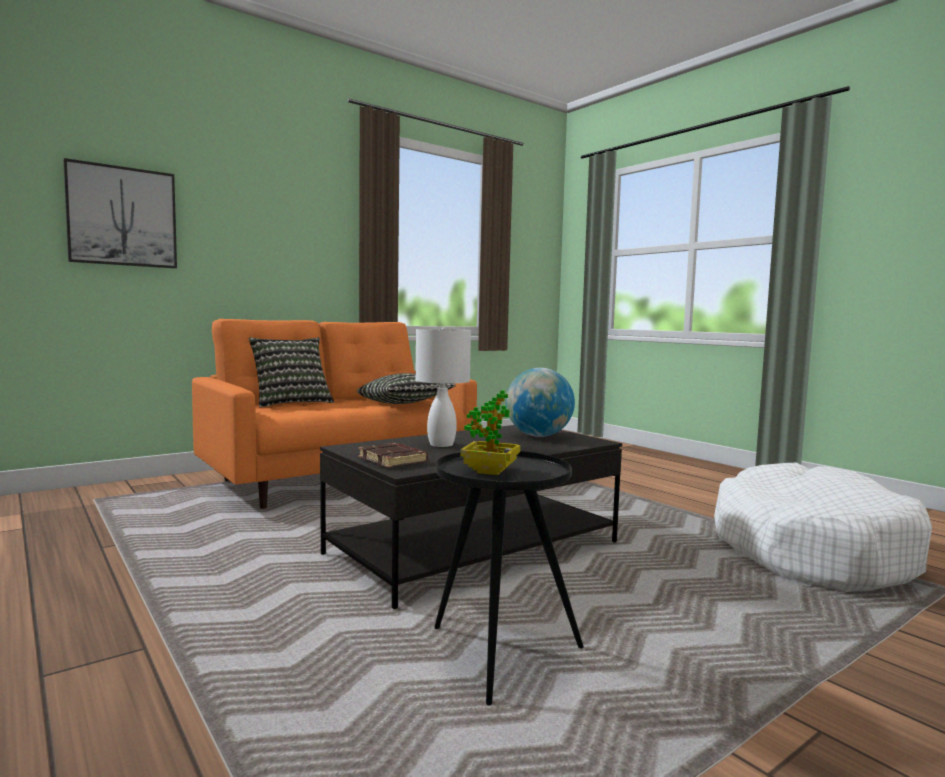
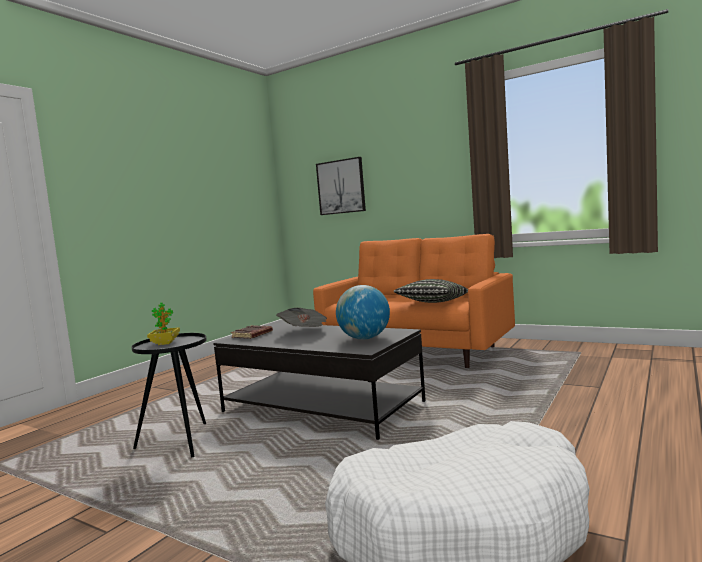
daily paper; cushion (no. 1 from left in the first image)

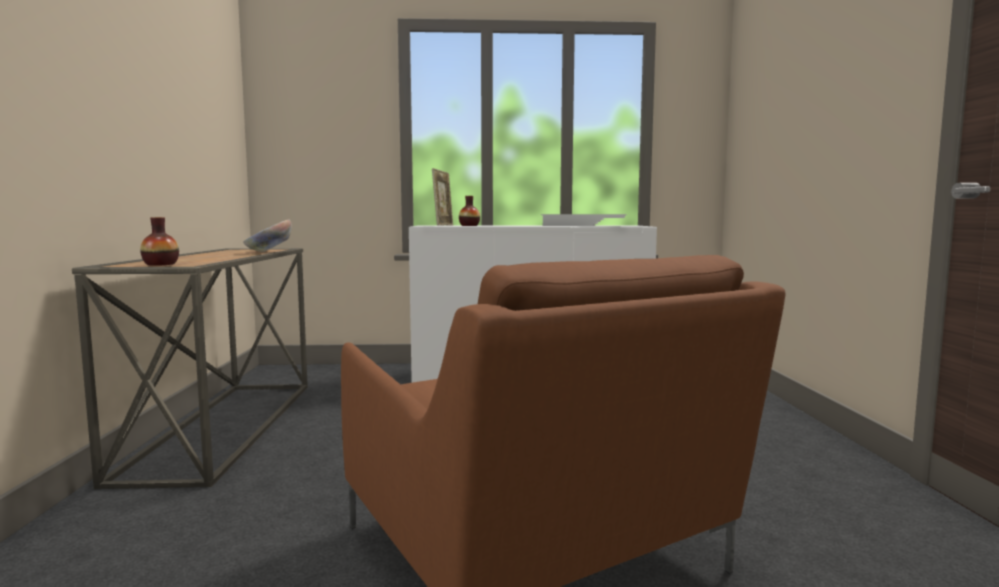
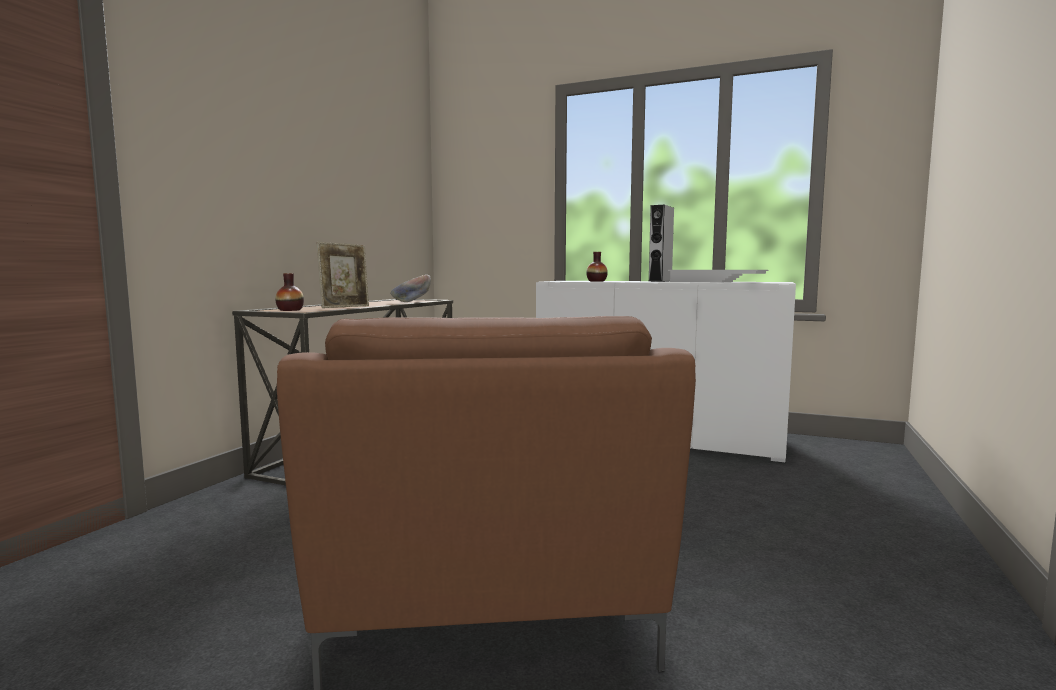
standing frame; loudspeaker (greyish)

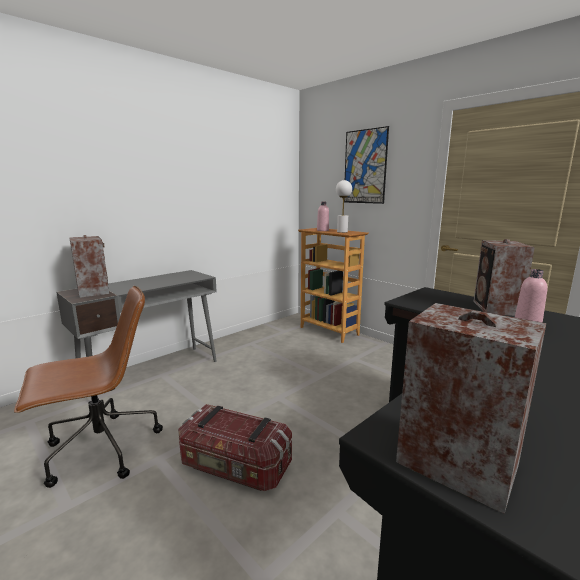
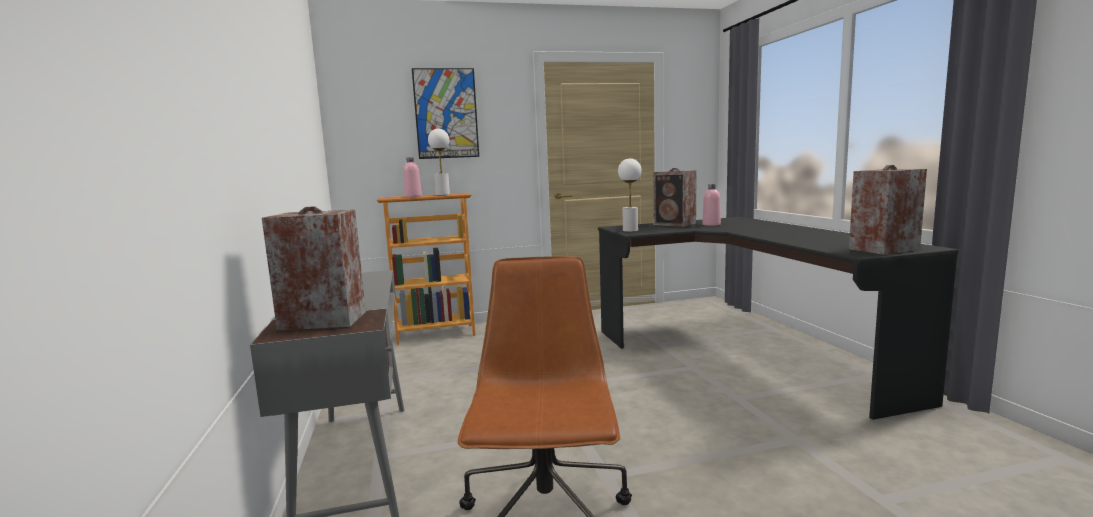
tabletop lamp (white) (no. 2 from left); storage container

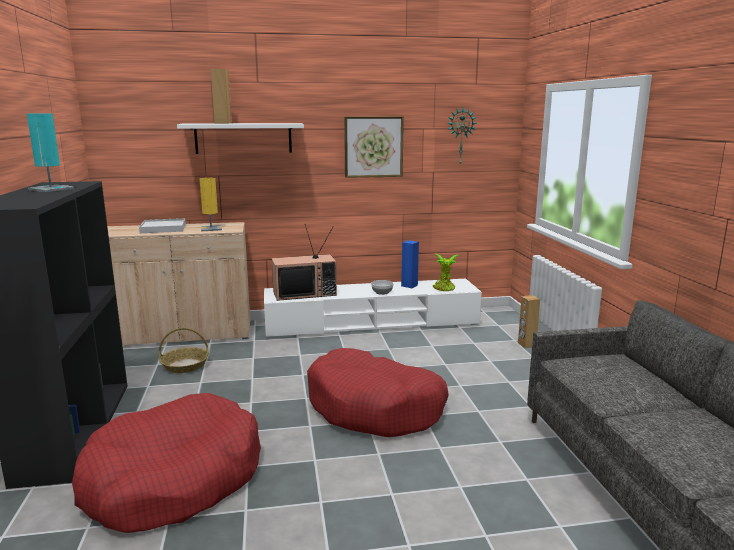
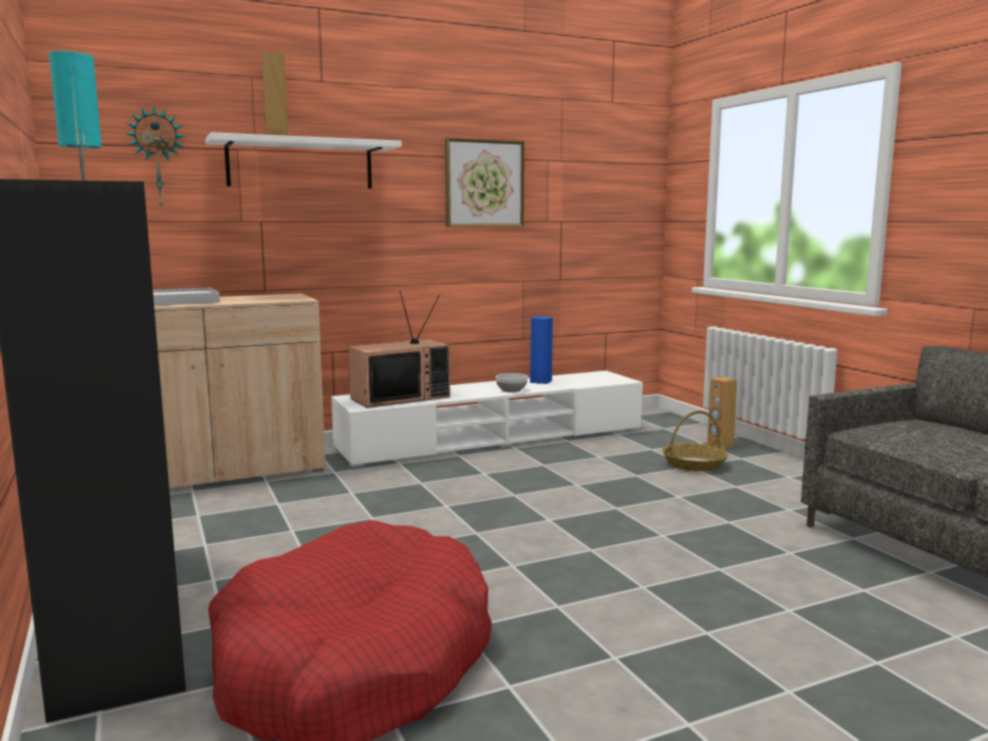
wall clock; basket; tabletop lamp (yellow-coloured); dog bed (red) (no. 2 from left in the first image); houseplant

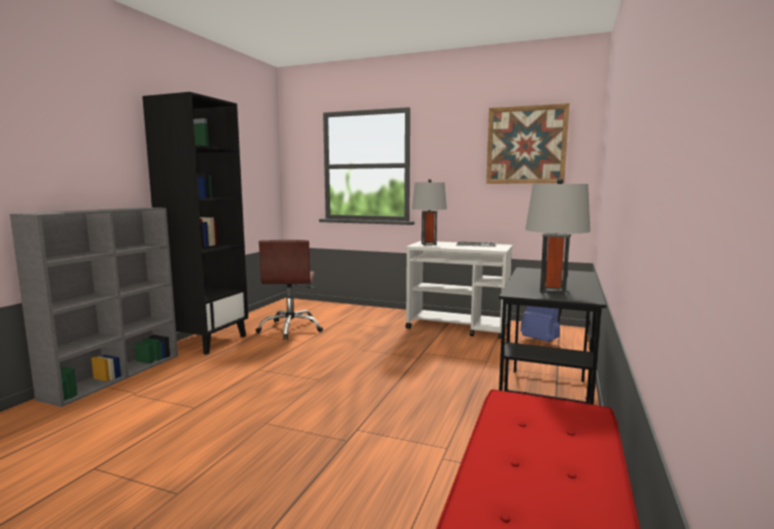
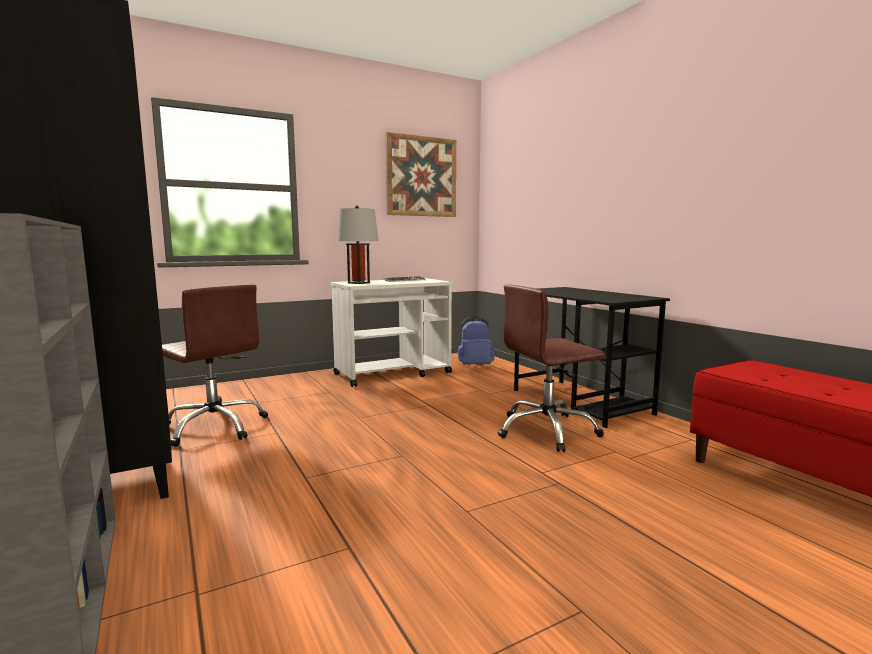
desk chair (brownish) (no. 2 from left); tabletop lamp (greyish) (no. 2 from left in the first image)

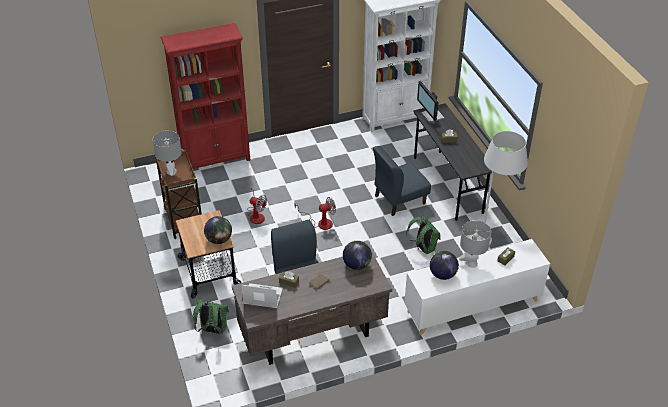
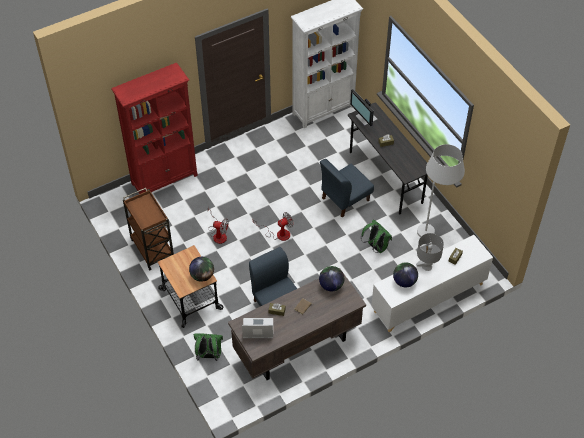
tabletop lamp (greyish) (no. 1 from left in the first image)

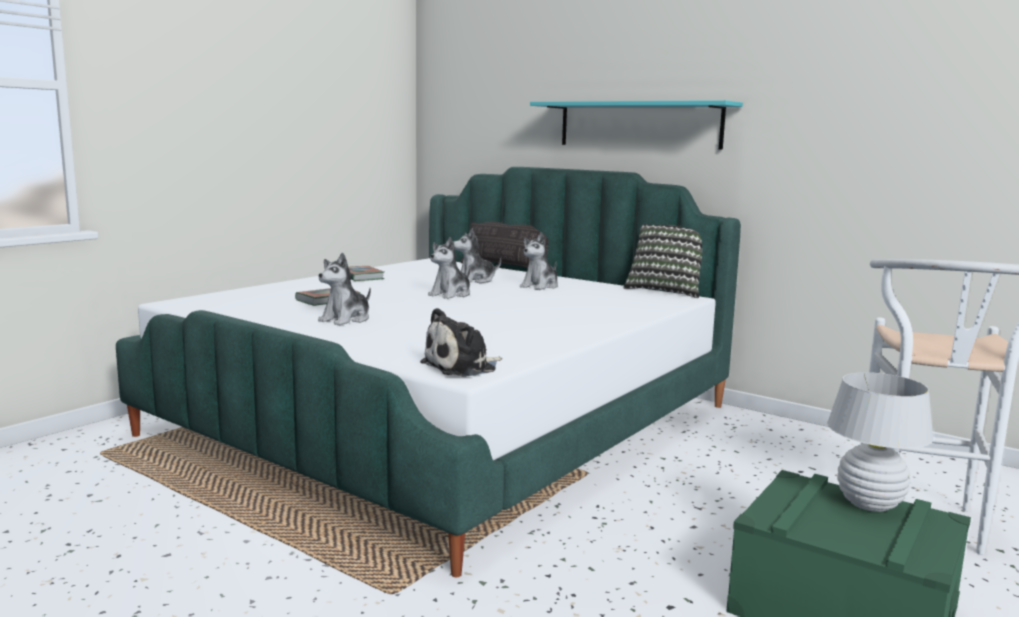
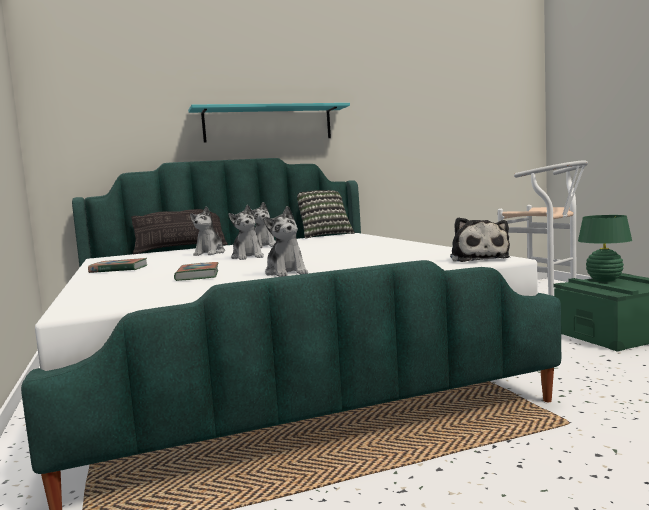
tabletop lamp (green)

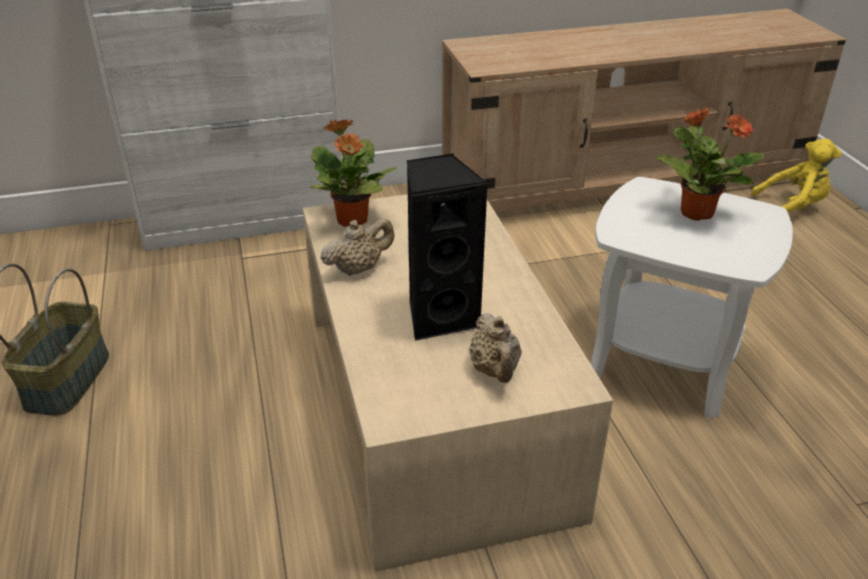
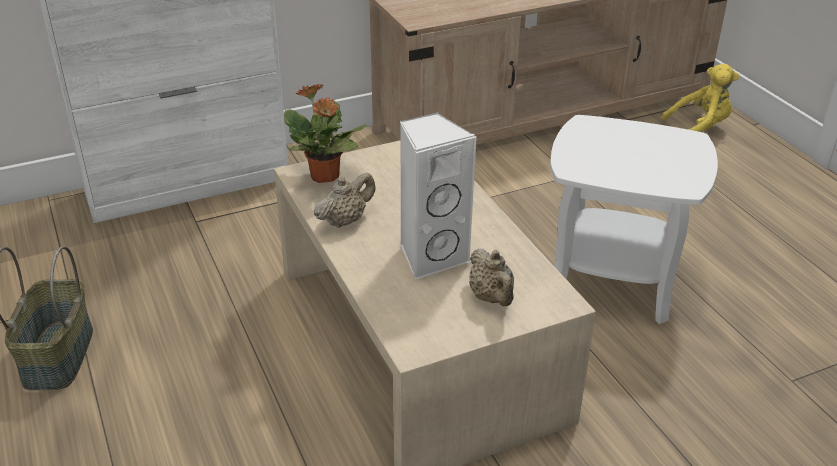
loudspeaker (white); houseplant (no. 2 from left in the first image)

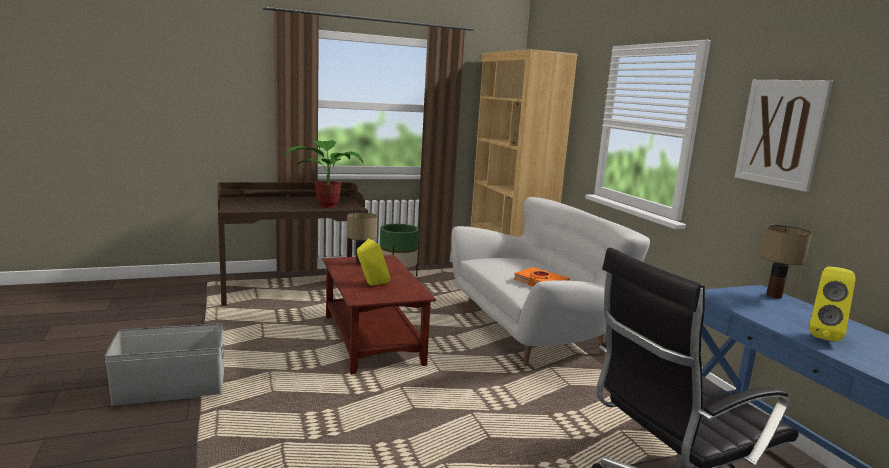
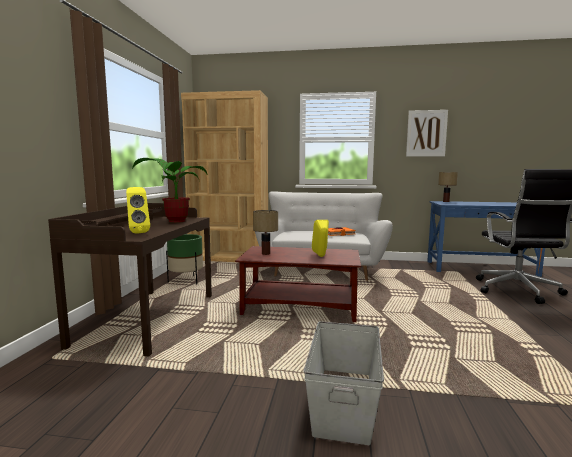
loudspeaker (yellow-coloured) (no. 1 from left)

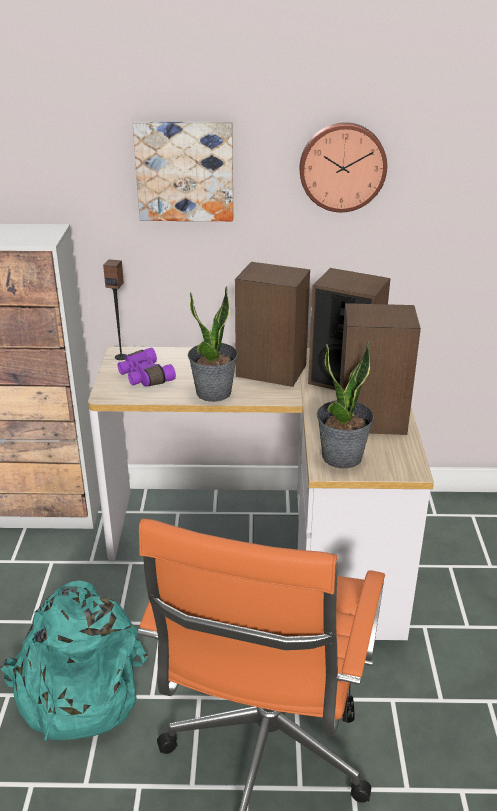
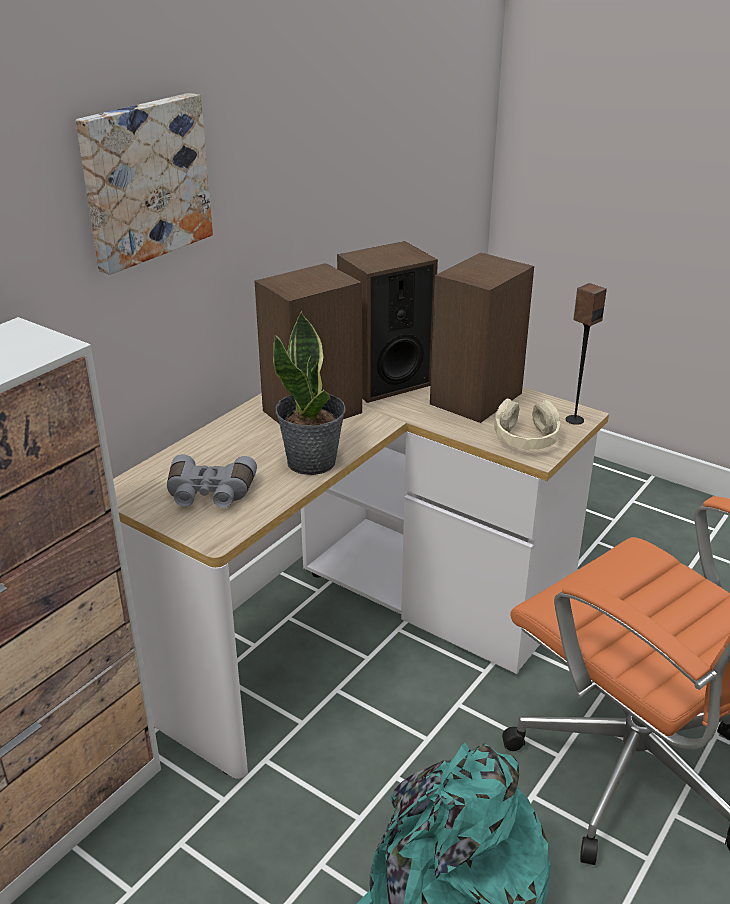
pair of binoculars (greyish); pair of headphones (sand-coloured); loudspeaker (no. 4 from left); wall clock

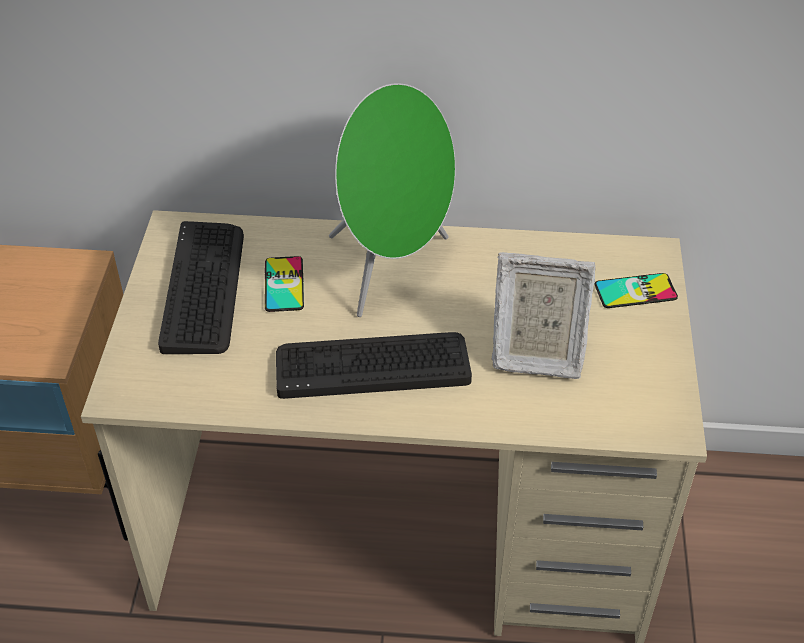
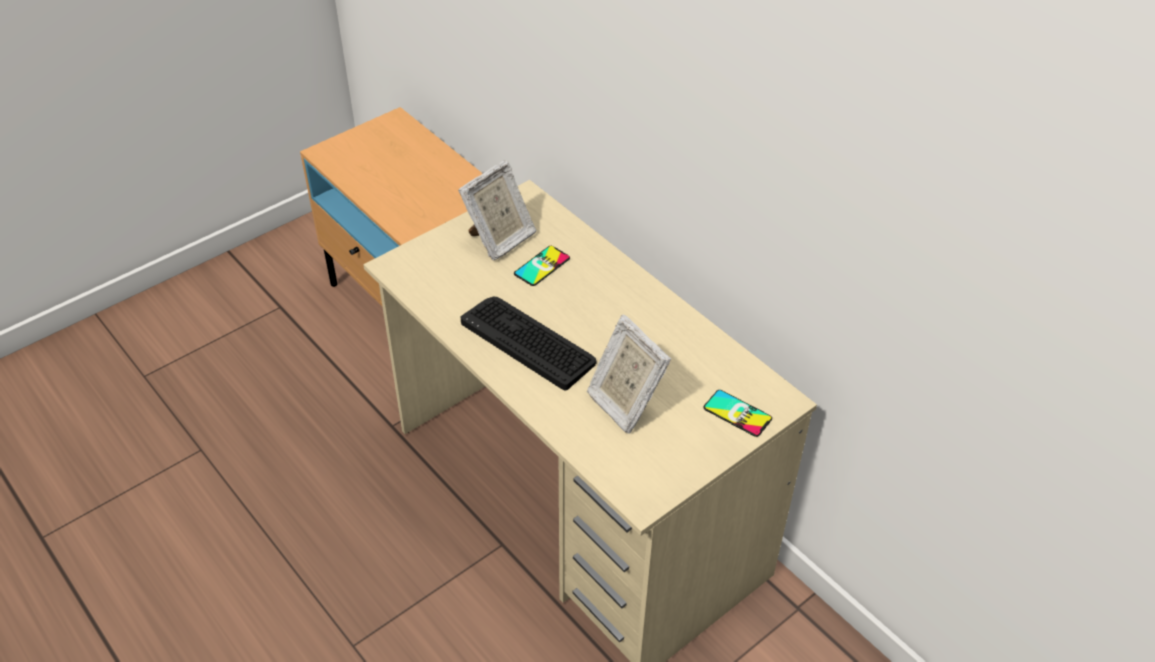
standing frame (no. 1 from left); loudspeaker (green)

